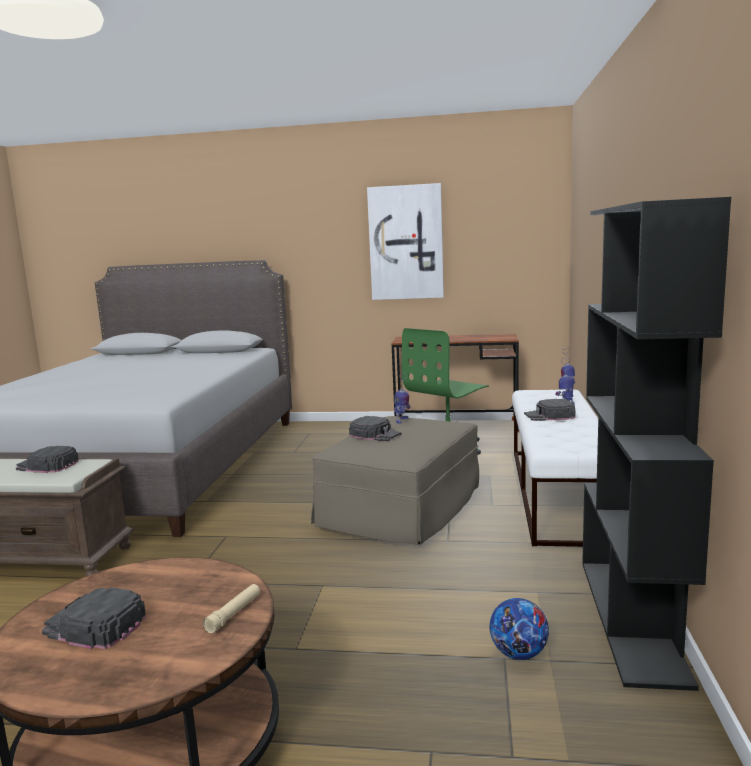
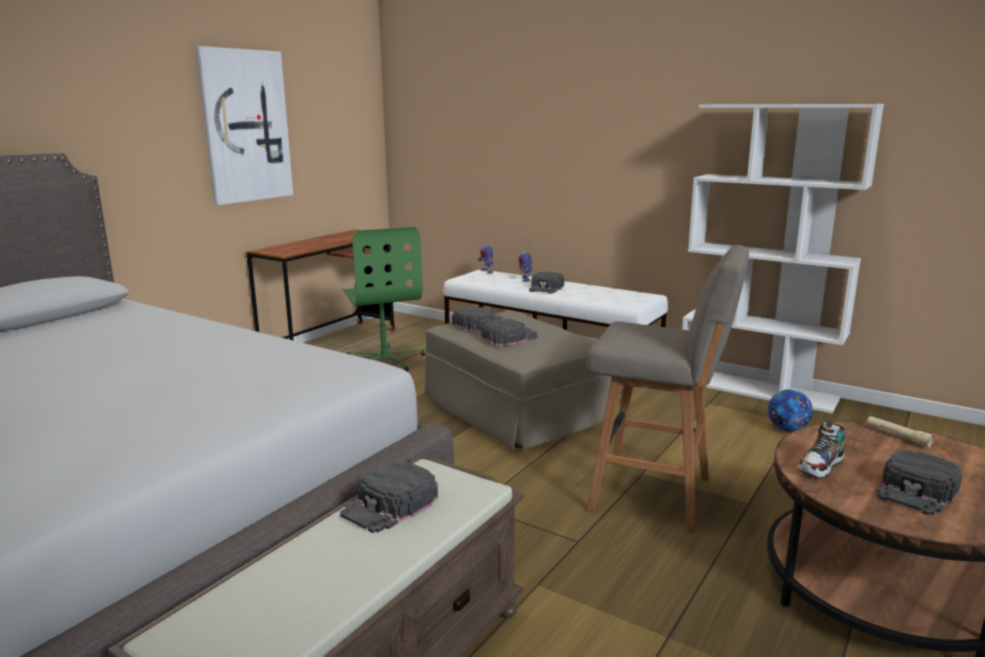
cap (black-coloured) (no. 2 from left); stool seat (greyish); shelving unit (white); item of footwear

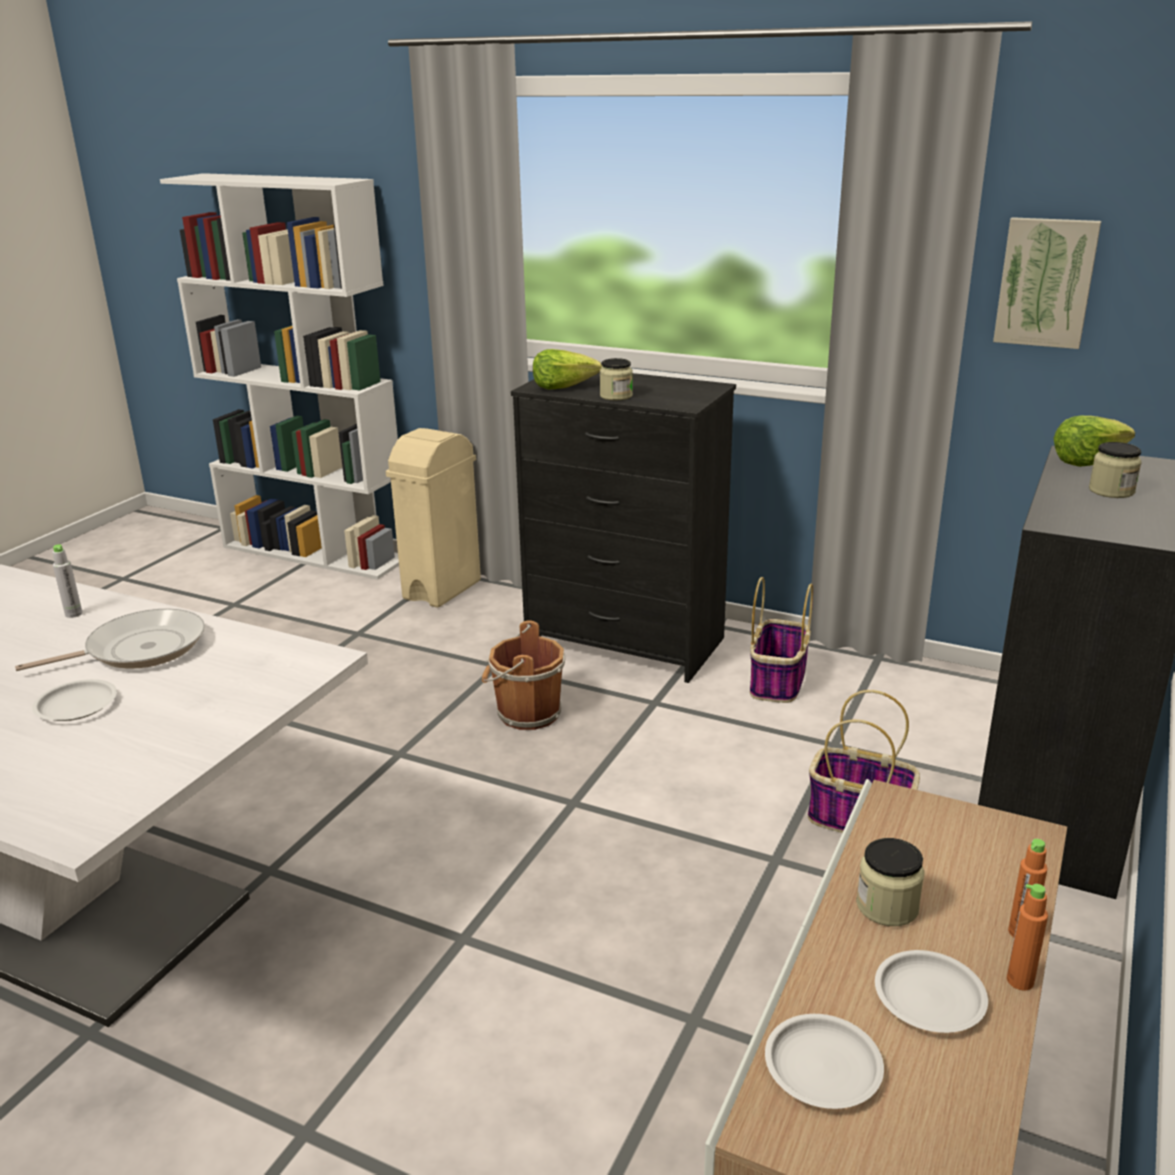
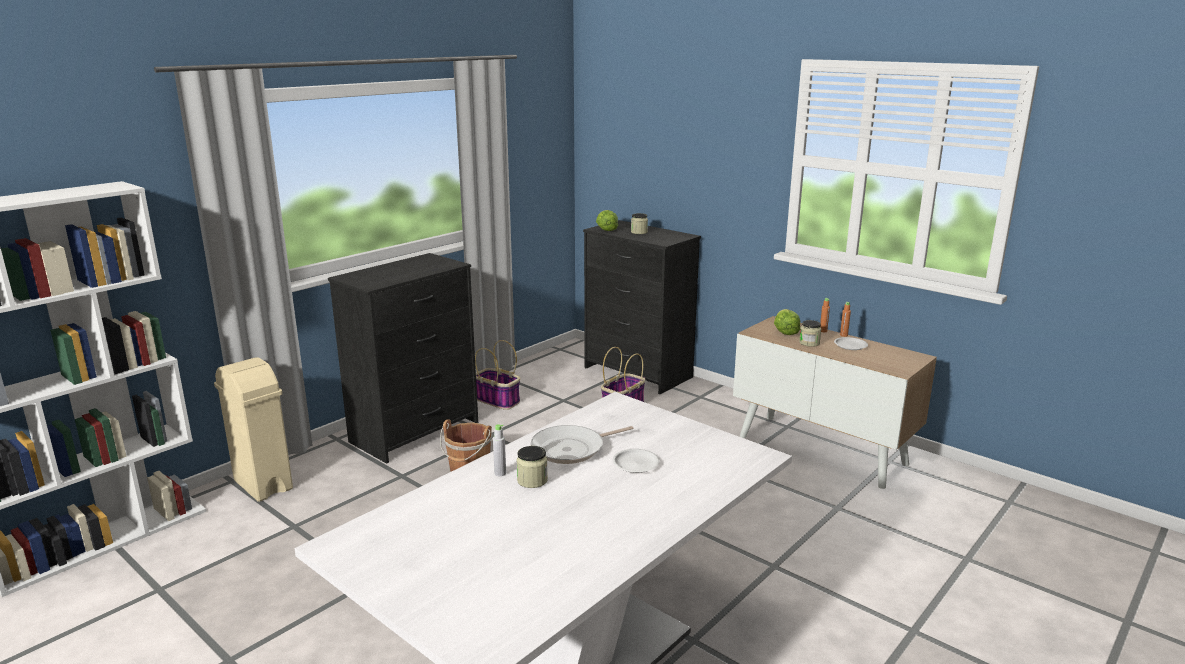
preserve jar (no. 1 from left); pan; head of lettuce (no. 2 from left); plate (white) (no. 2 from left in the first image); wall picture

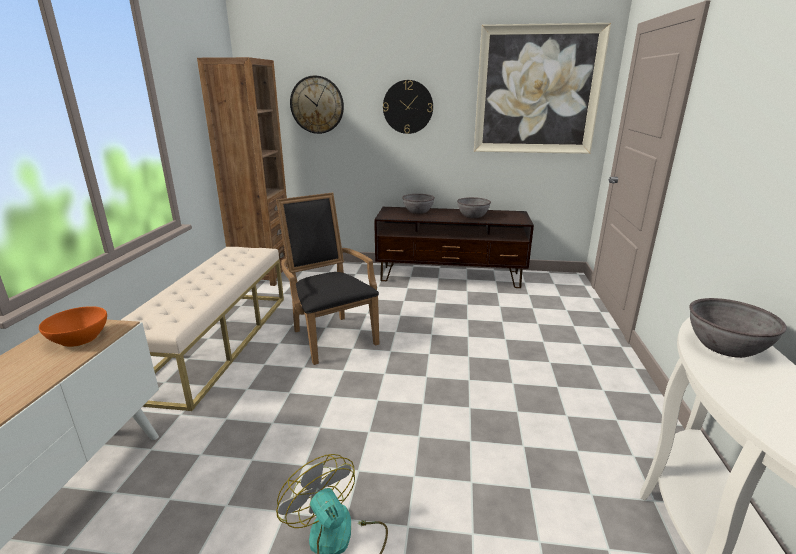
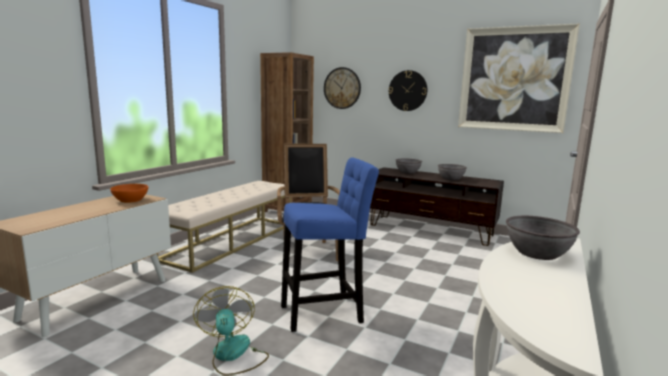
stool seat (blue-coloured)

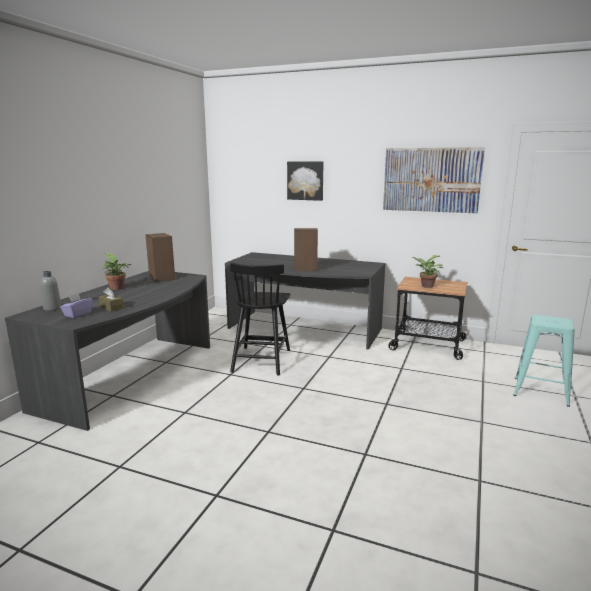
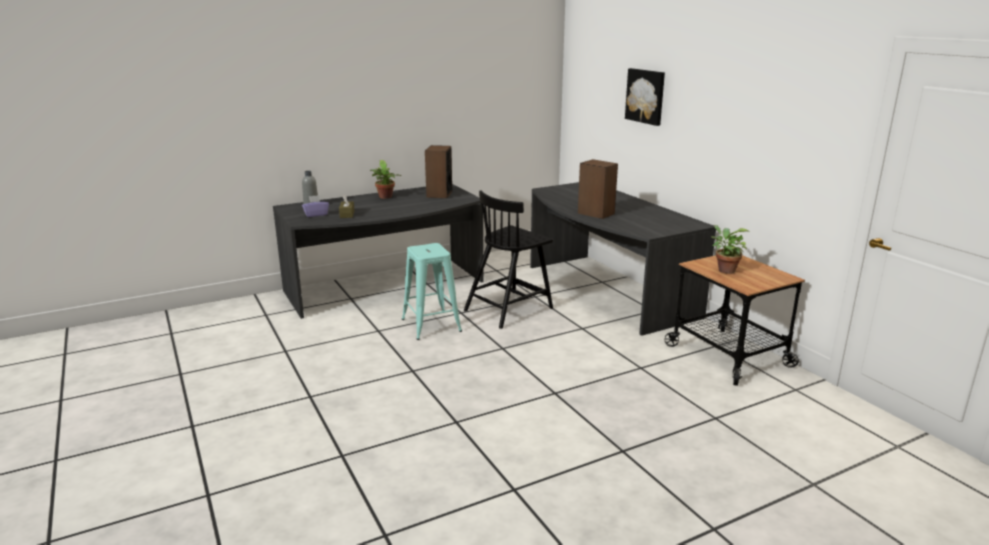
stool seat (turquoise-coloured); wall picture (no. 2 from left in the first image)

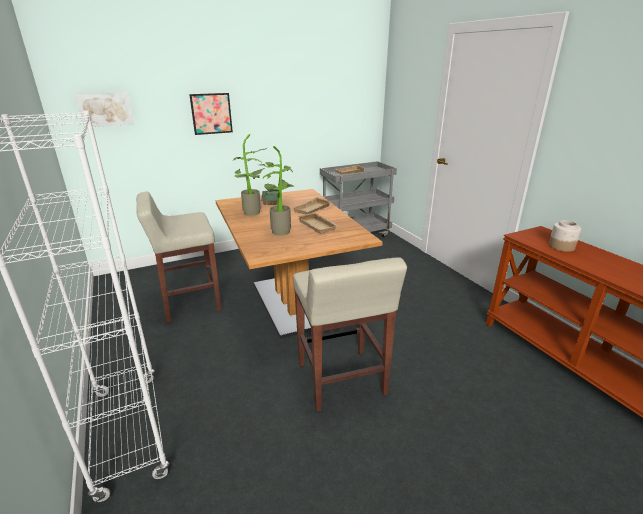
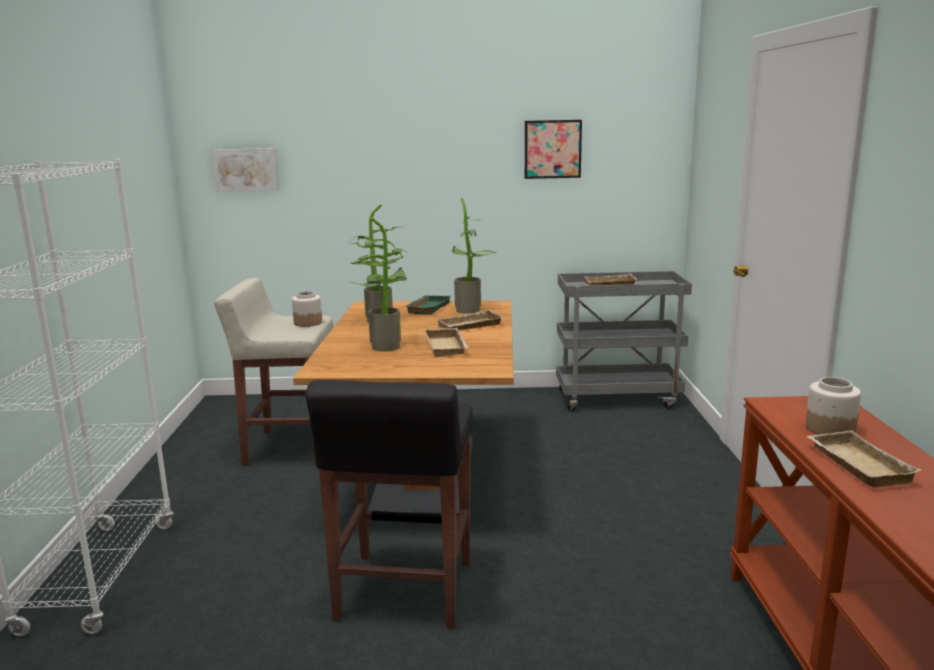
preserve jar (no. 1 from left); stool seat (black-coloured); houseplant (no. 3 from left); wall picture (no. 2 from left); tray (sand-coloured) (no. 4 from left)

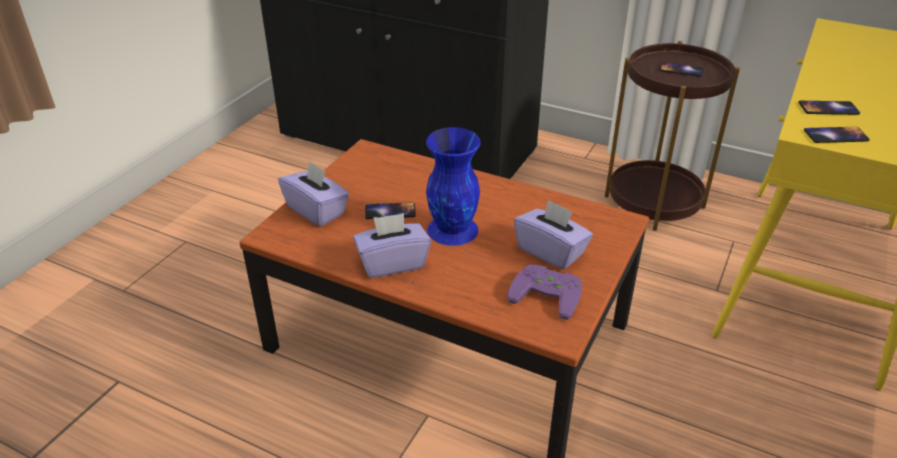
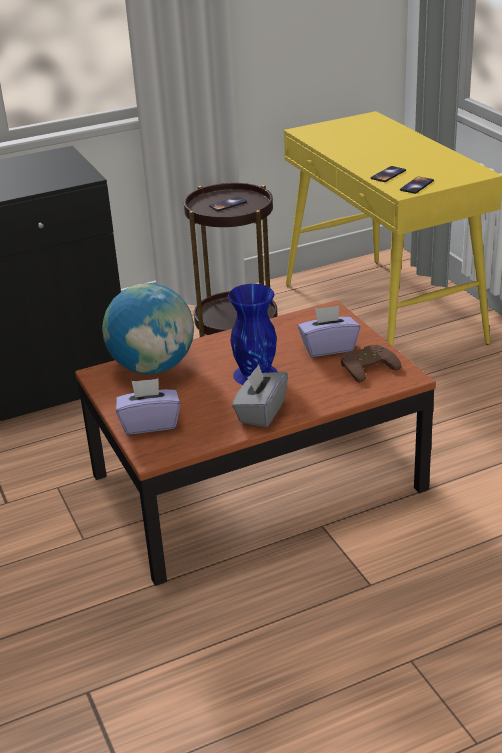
globe; tissue holder (greyish); joypad (brownish); telephone (no. 1 from left in the first image)

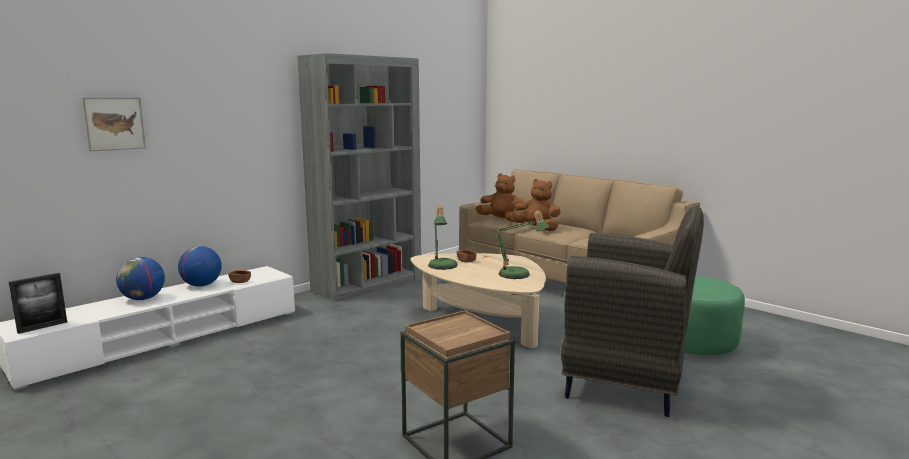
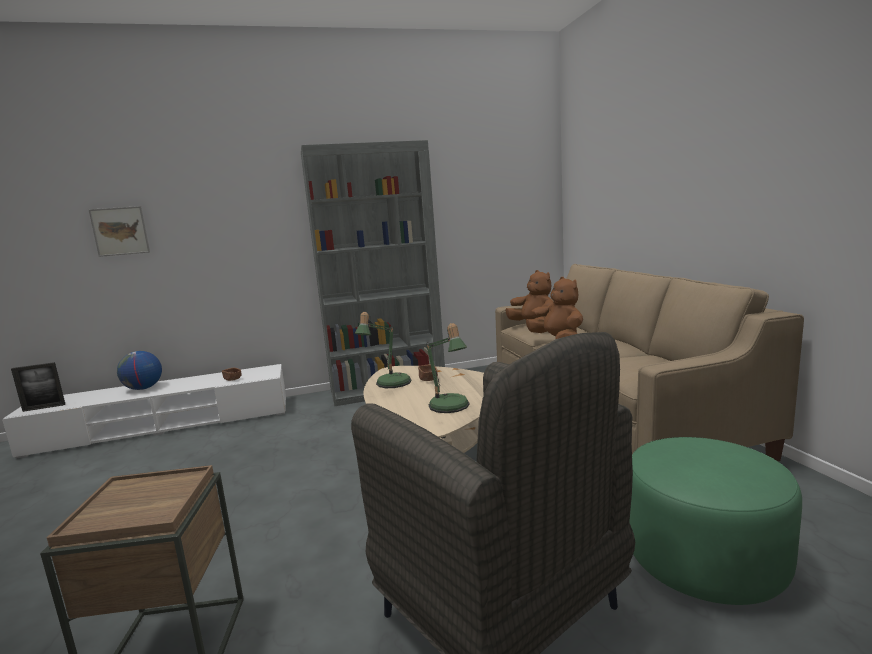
globe (no. 2 from left in the first image)

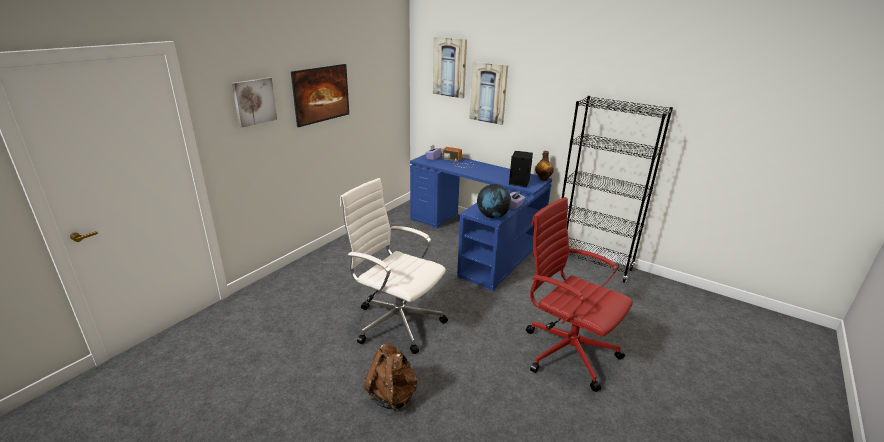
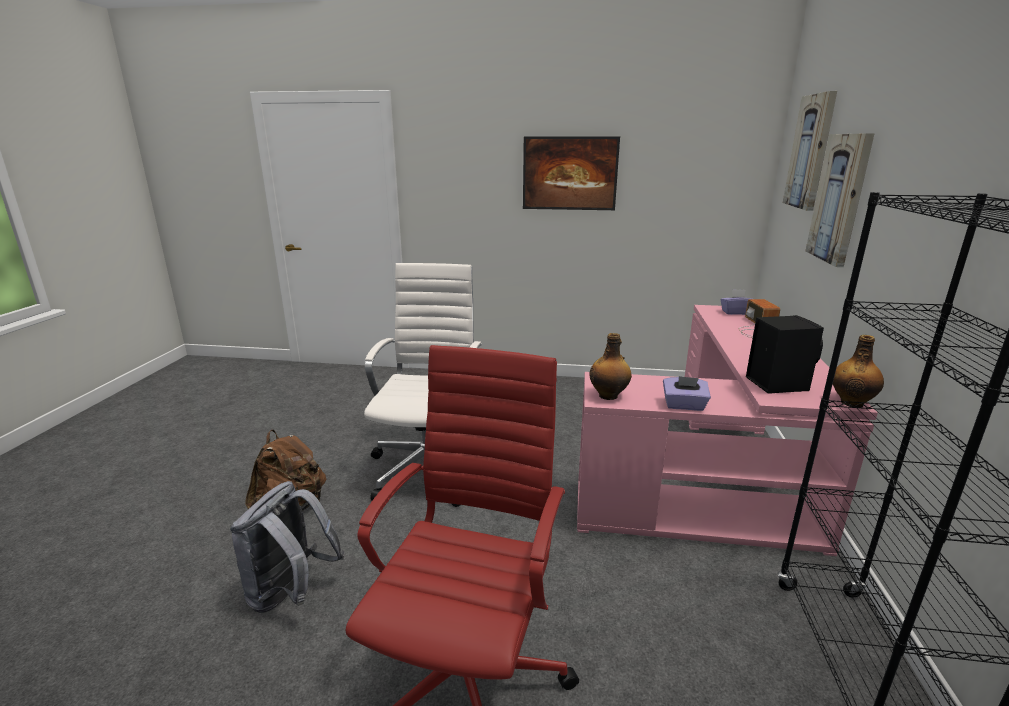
knapsack (greyish); desk unit (pink-coloured); beverage bottle (no. 1 from left); wall picture (no. 1 from left in the first image)

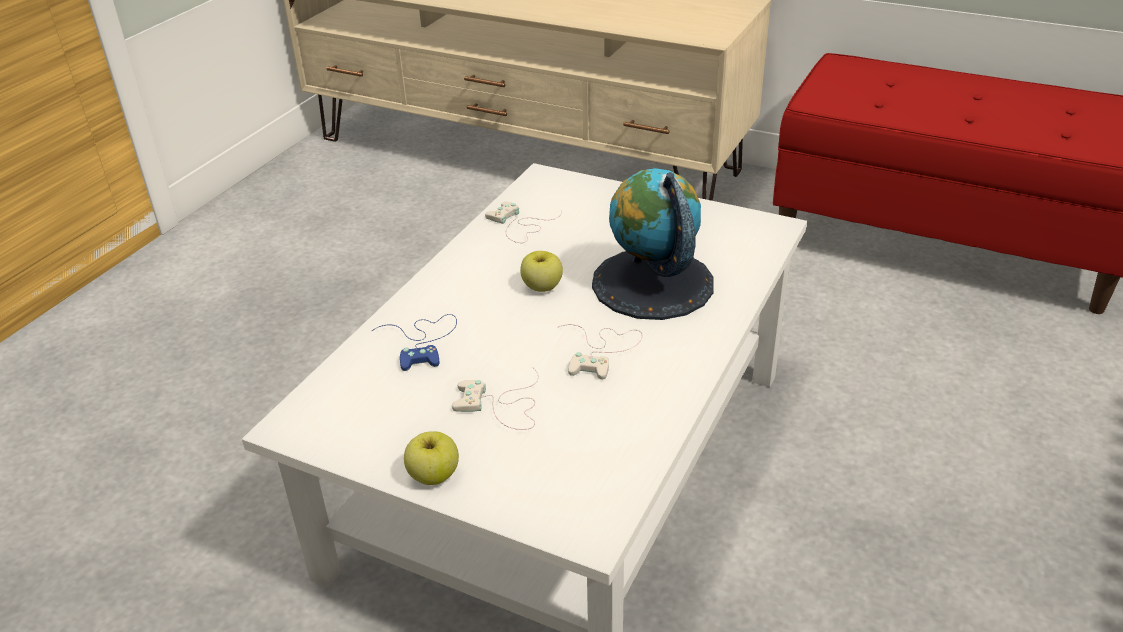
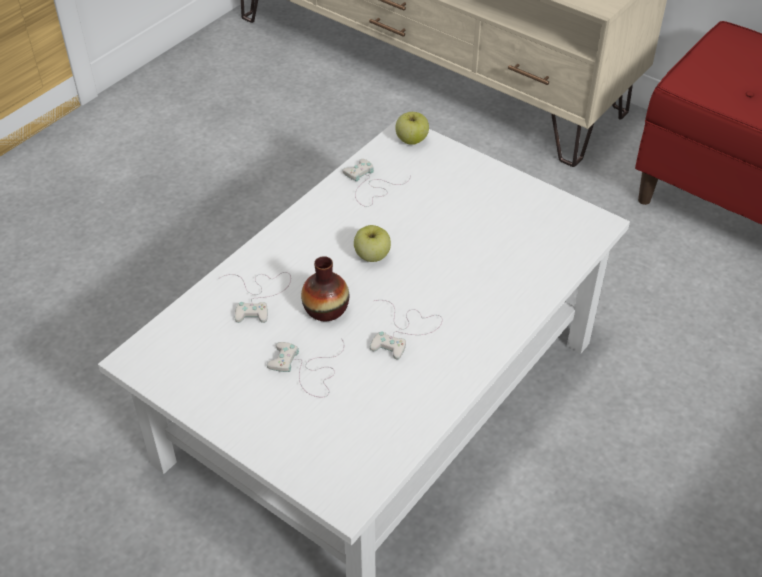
joypad (white) (no. 1 from left); vase; whole apple (no. 2 from left); globe

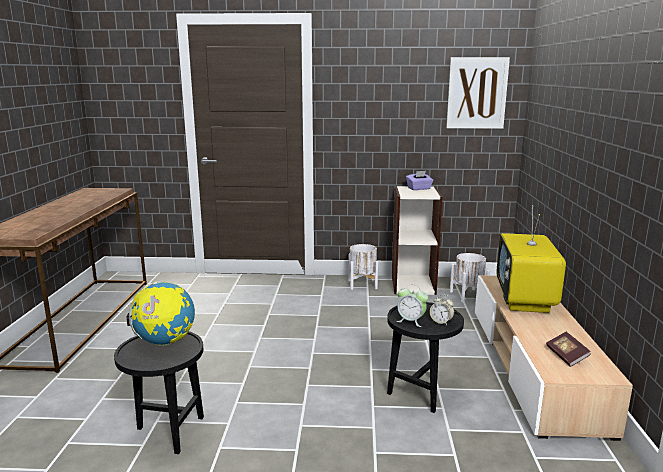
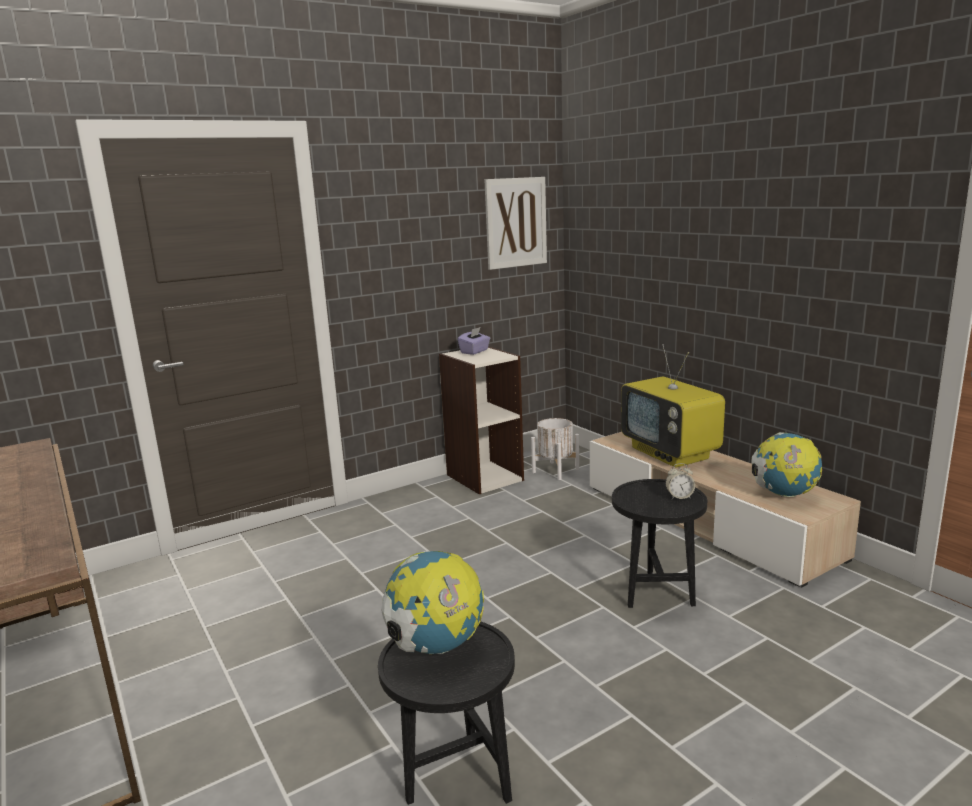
globe (no. 2 from left); plant pot (white) (no. 1 from left in the first image); bedside clock (no. 1 from left in the first image)

